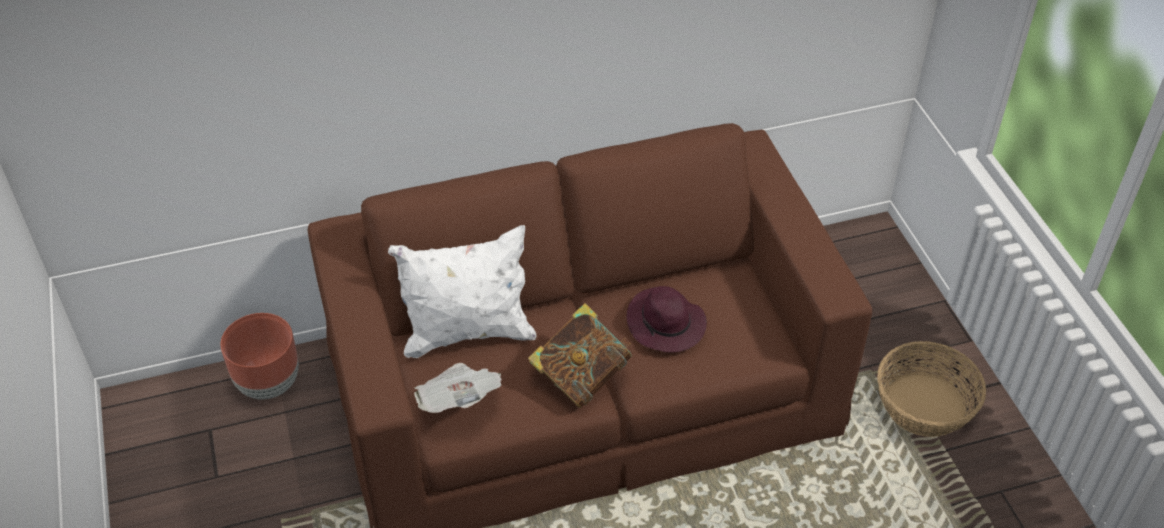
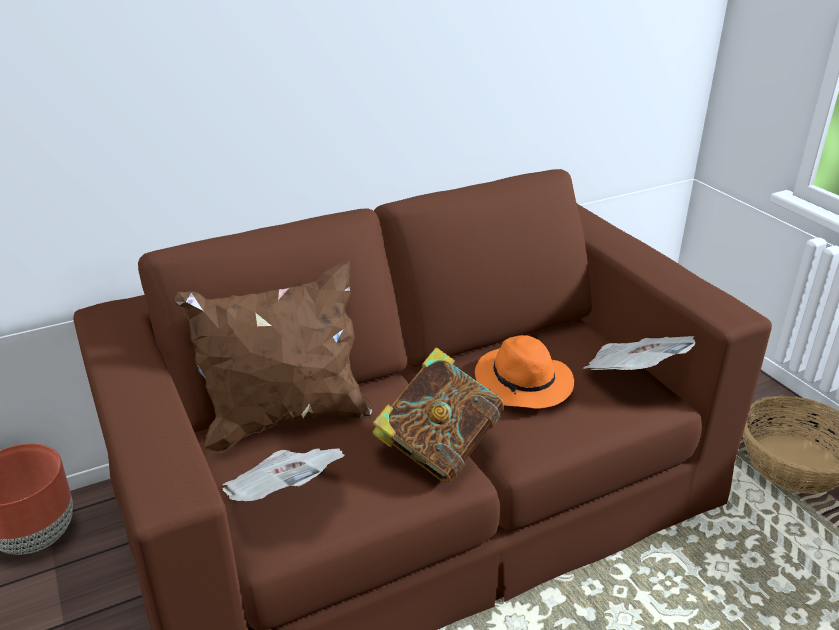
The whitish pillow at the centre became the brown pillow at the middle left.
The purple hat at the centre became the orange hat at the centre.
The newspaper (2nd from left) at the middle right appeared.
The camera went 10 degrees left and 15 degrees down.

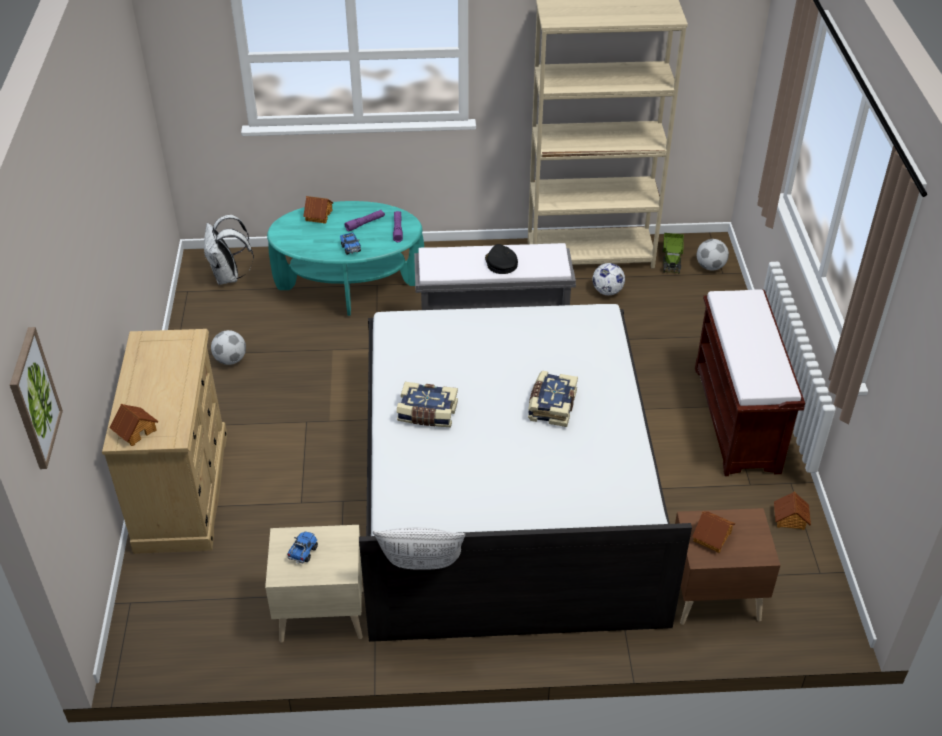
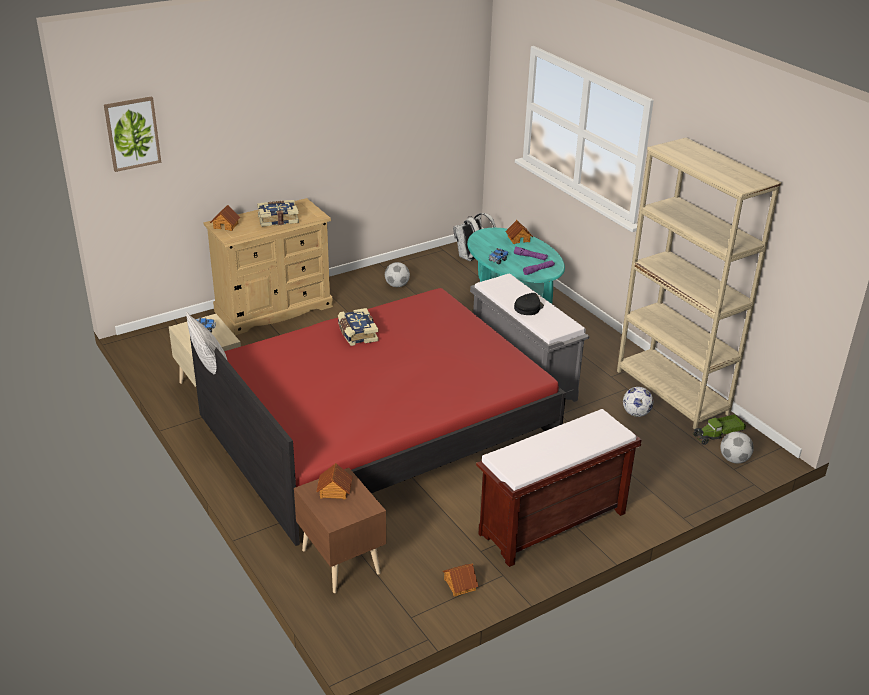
The whitish bed at the centre became the red bed at the centre.
The book (2nd from left in the first image) moved from the centre to the top left.
The camera went 60 degrees right and 10 degrees down.

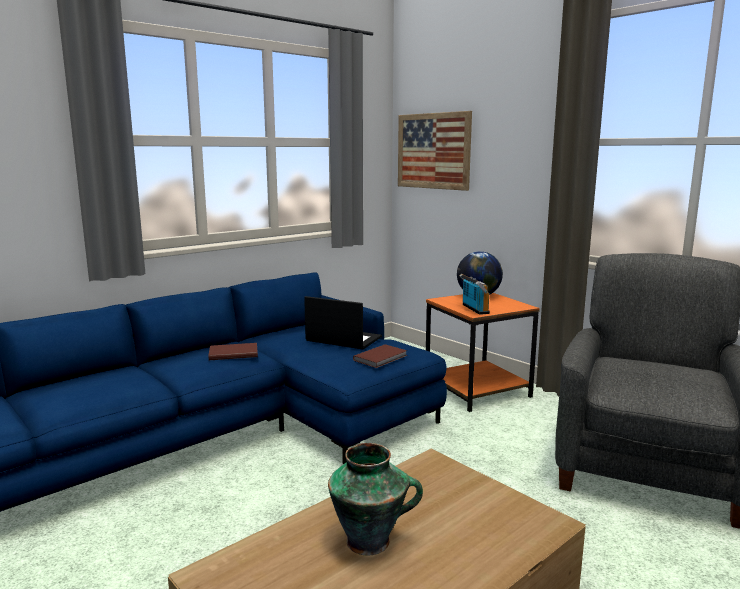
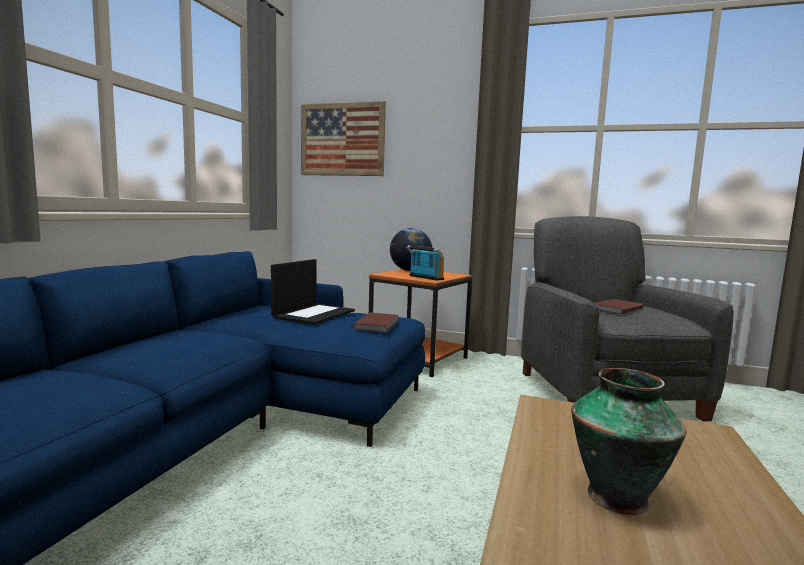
The laptop at the centre turned 120 degrees clockwise.
The brown book (1st from left in the first image) moved from the middle left to the middle right.
The camera went 30 degrees left and 5 degrees down.

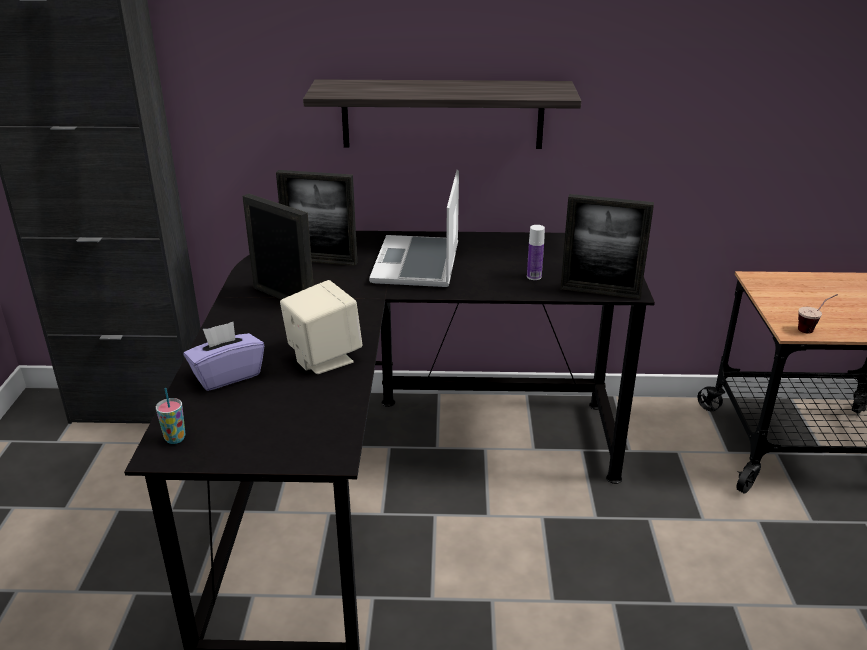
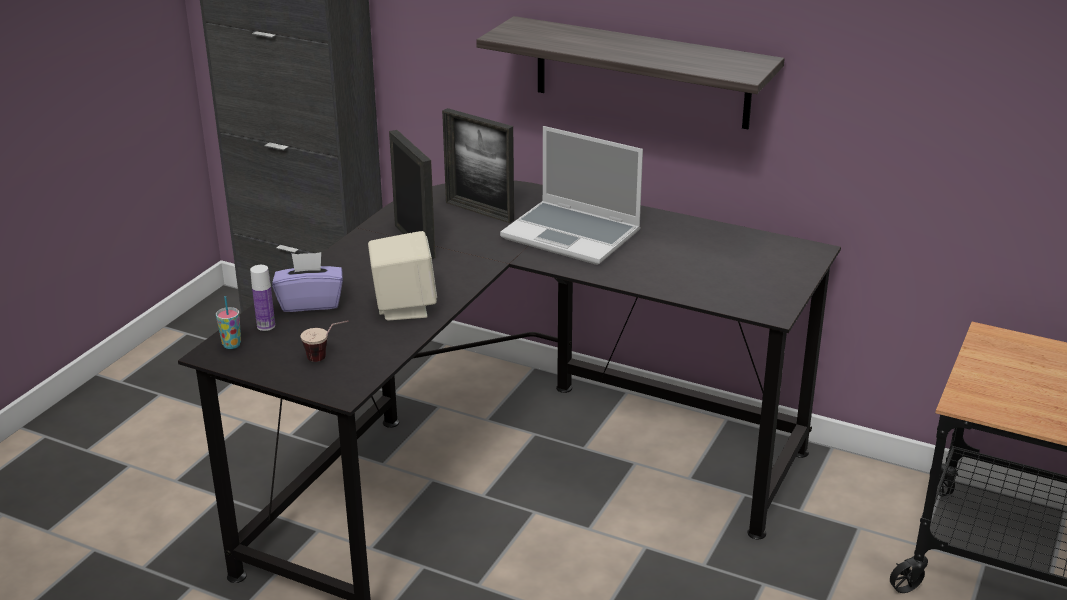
The beverage bottle moved from the centre to the middle left.
The cup (2nd from left) moved from the middle right to the middle left.
The laptop at the centre turned 90 degrees counterclockwise.
The standing frame (3rd from left) at the middle right disappeared.
The camera went 25 degrees right and 0 degrees up.

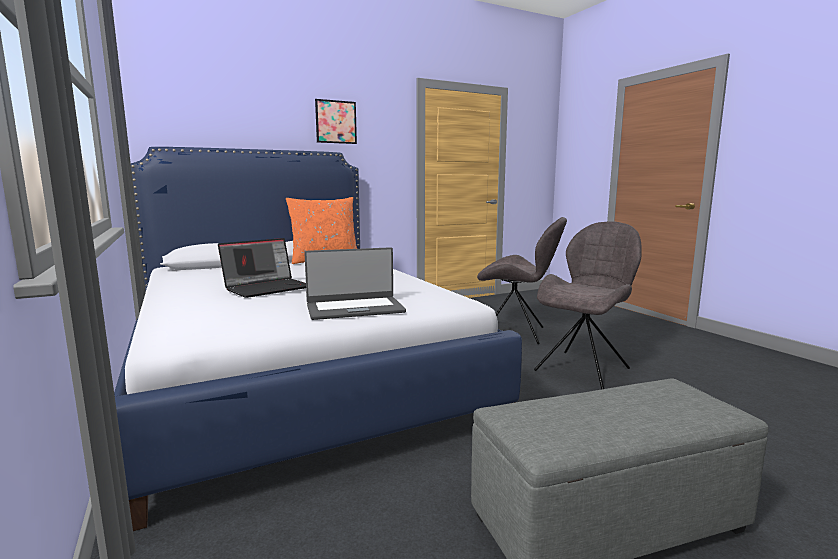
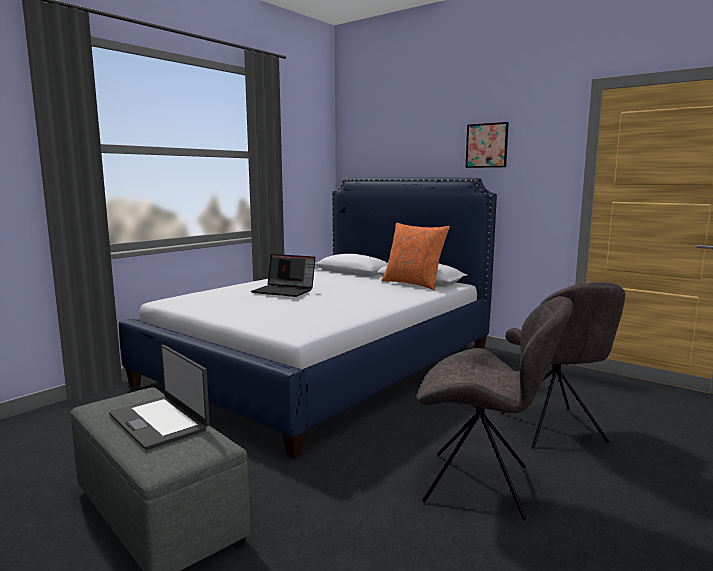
The laptop (2nd from left in the first image) moved from the centre to the bottom left.
The camera went 65 degrees right and 0 degrees up.

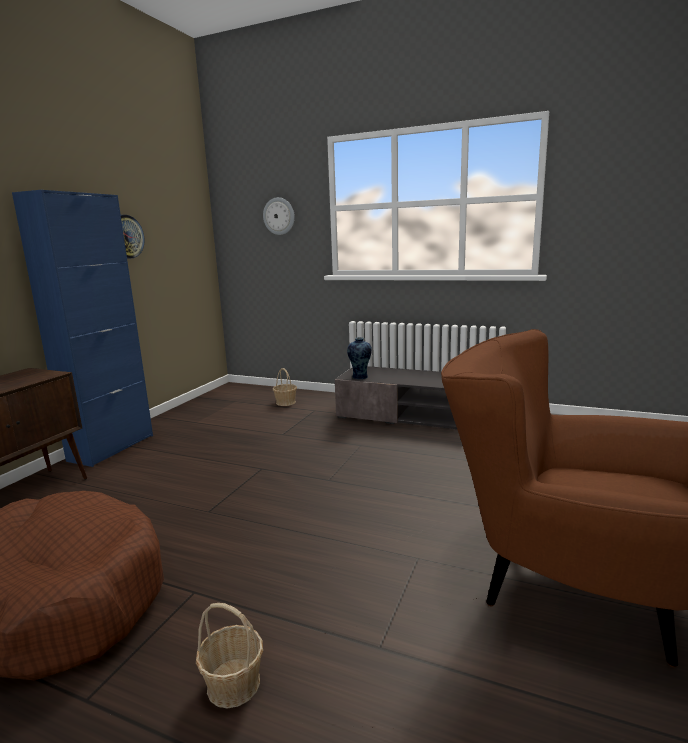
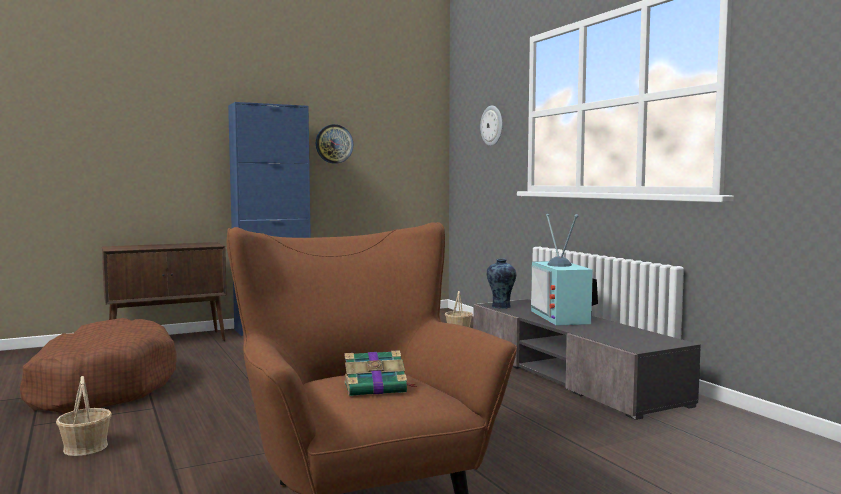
The book at the bottom centre appeared.
The TV set at the middle right appeared.
The camera went 40 degrees right and 10 degrees down.

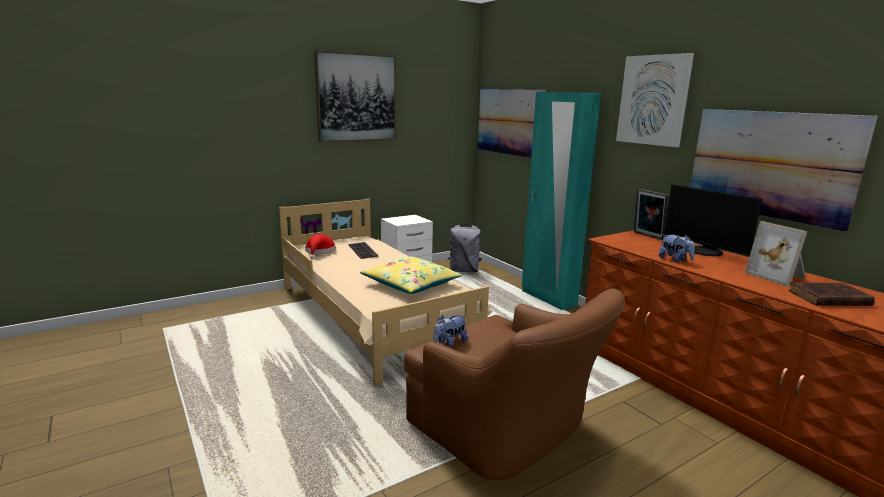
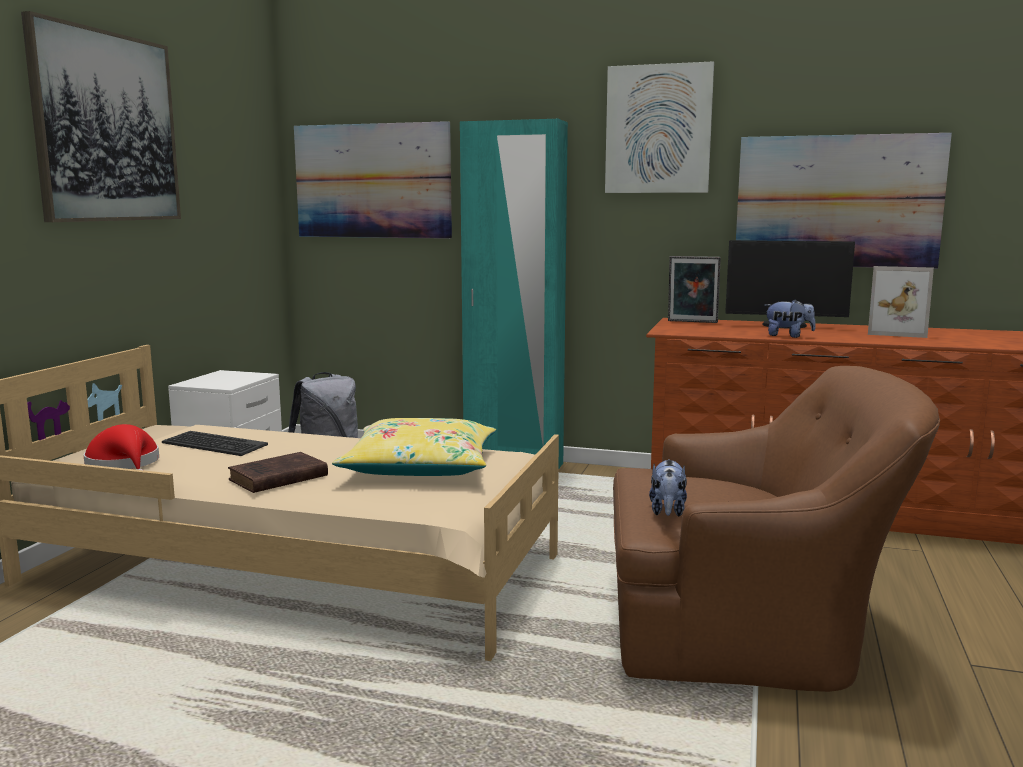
The brown book moved from the middle right to the middle left.
The camera went 40 degrees left and 5 degrees down.

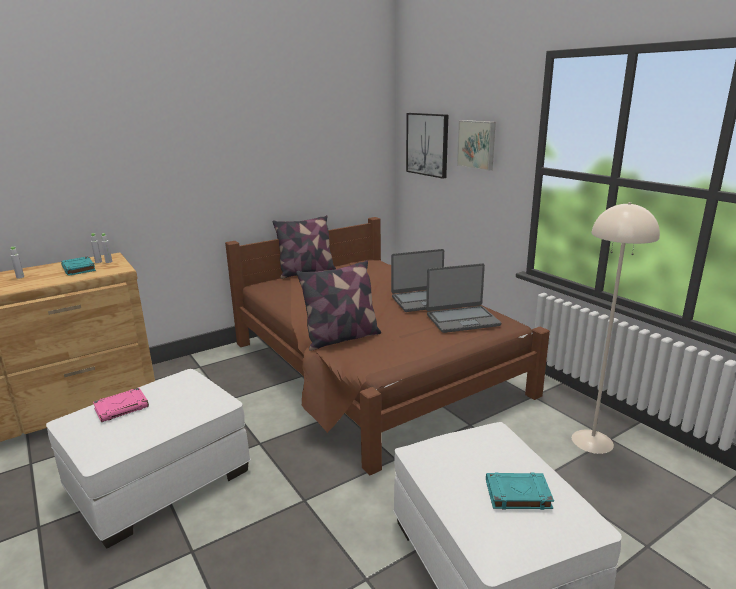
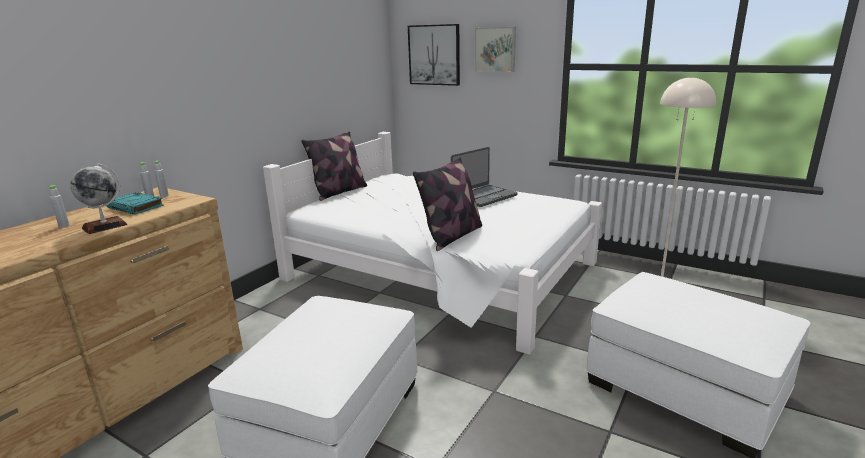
The desk globe at the middle left appeared.
The brown bed at the centre became the whitish bed at the centre.
The pink book at the bottom left disappeared.
The laptop (2nd from left) at the centre disappeared.
The blue-green book (2nd from left) at the bottom right disappeared.
The camera went 25 degrees left and 0 degrees up.

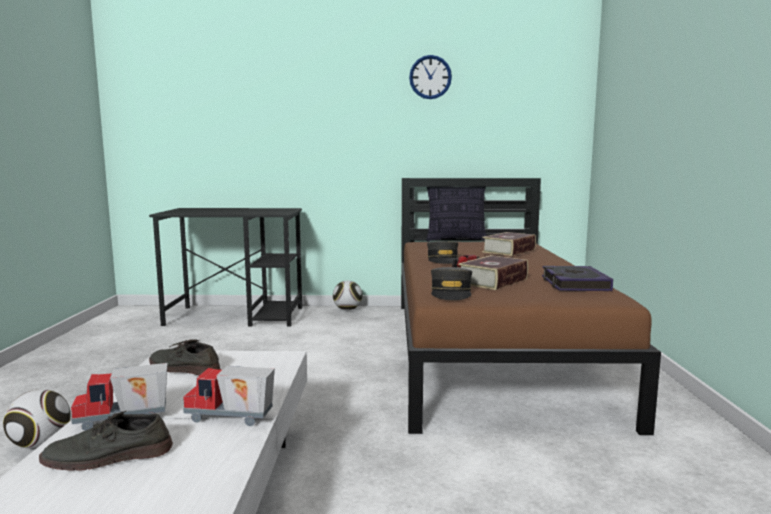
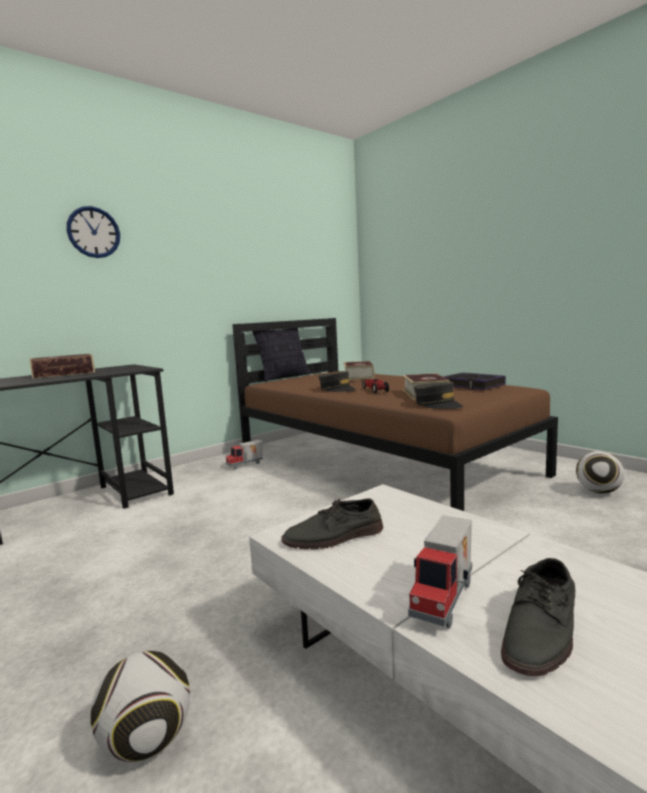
The book (1st from left) at the middle left appeared.
The wall clock moved from the top centre to the top left.
The toy truck (2nd from left in the first image) moved from the bottom left to the centre.
The football ball (2nd from left) moved from the centre to the middle right.
The camera went 40 degrees left and 0 degrees up.

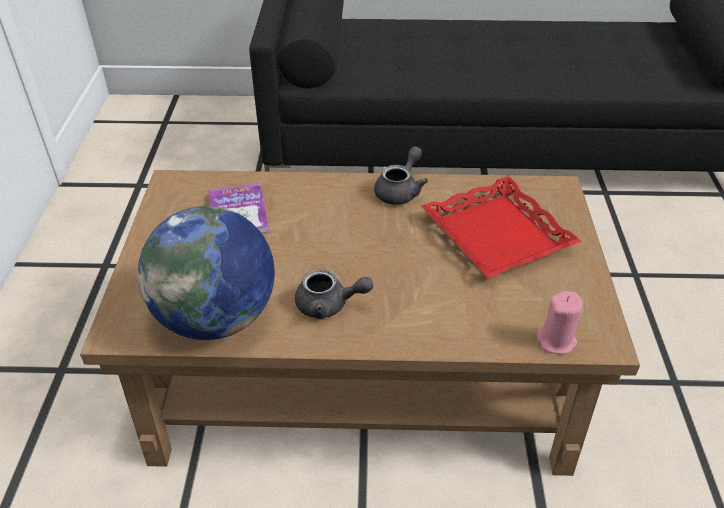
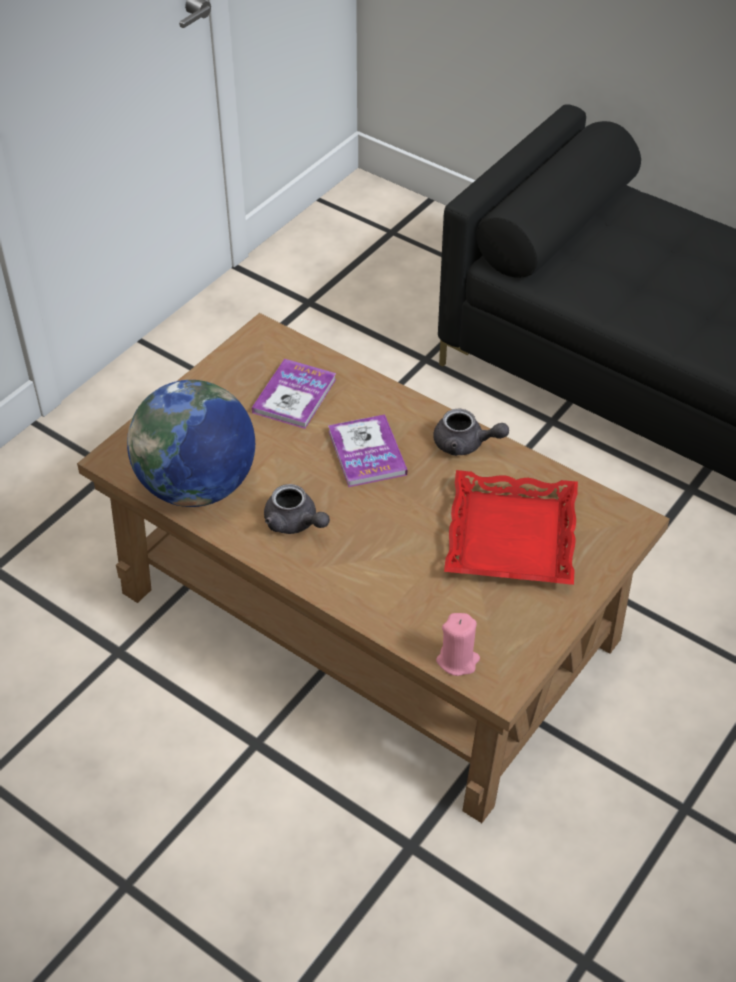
The book (2nd from left) at the centre appeared.
The greyish pot for tea (2nd from left) at the centre turned 45 degrees clockwise.
The camera went 35 degrees right and 5 degrees up.

